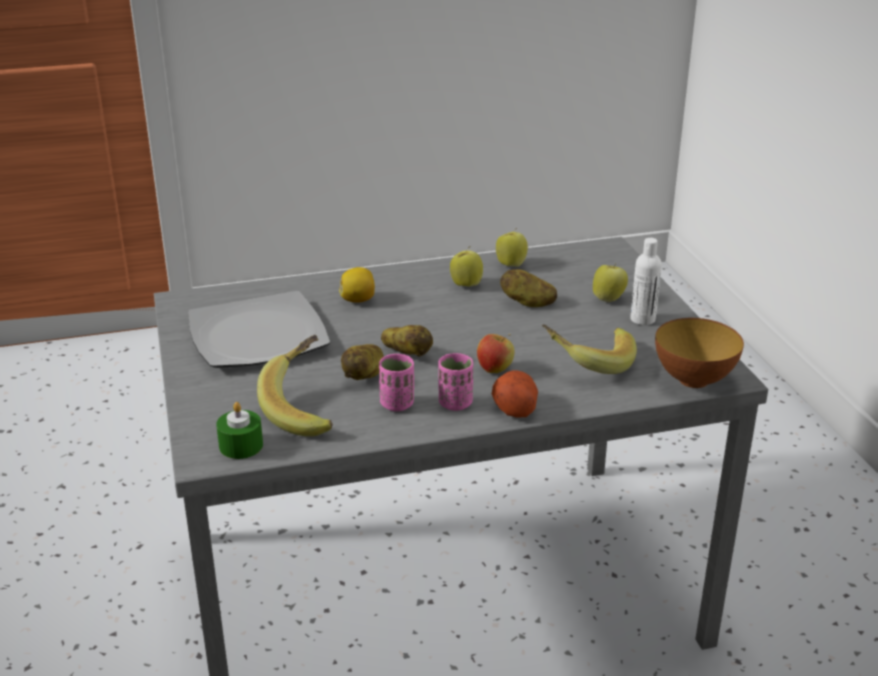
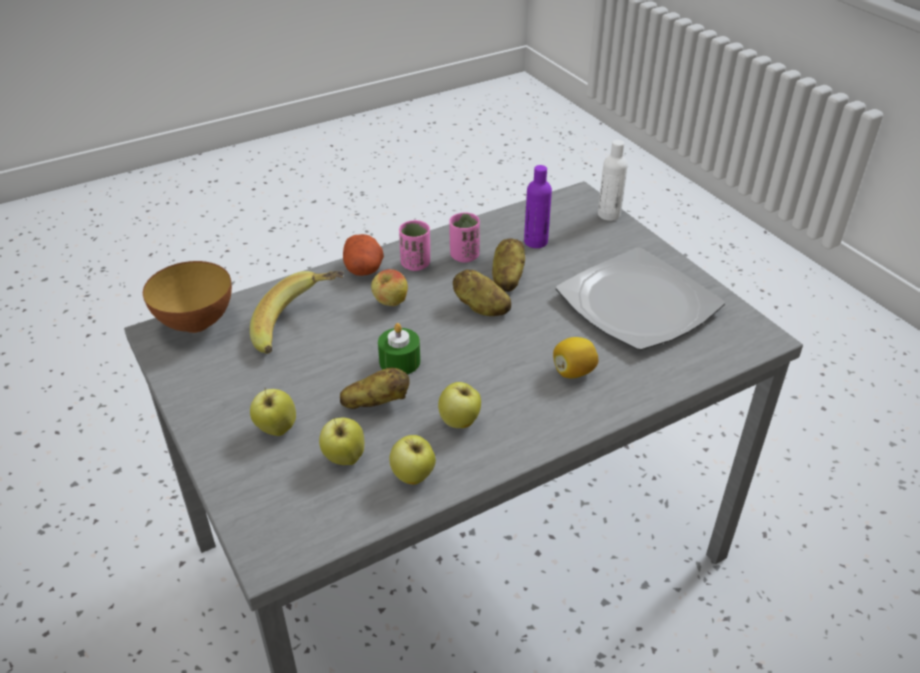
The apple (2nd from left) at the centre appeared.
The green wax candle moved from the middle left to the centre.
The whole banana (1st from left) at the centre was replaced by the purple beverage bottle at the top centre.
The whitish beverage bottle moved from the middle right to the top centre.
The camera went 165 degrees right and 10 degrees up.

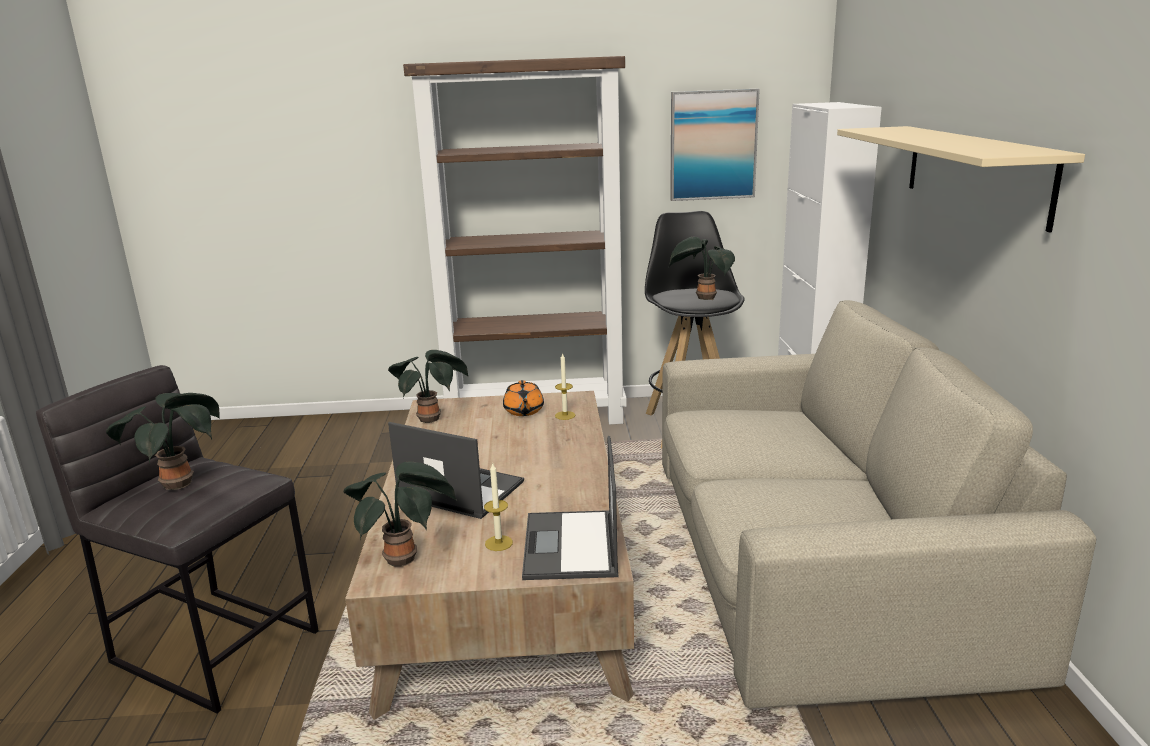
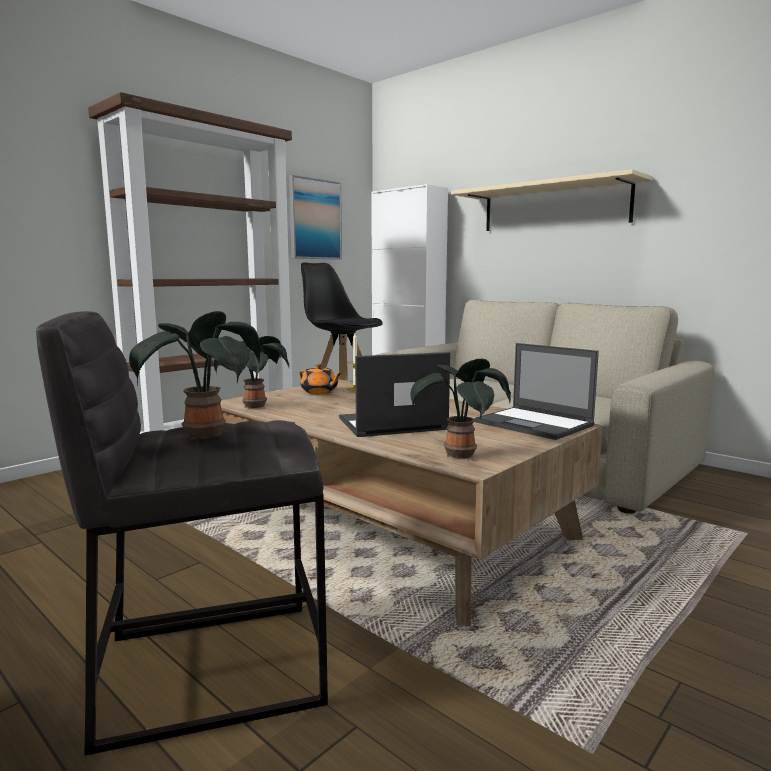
The wax candle (1st from left) at the bottom centre disappeared.
The potted plant (4th from left) at the centre disappeared.
The camera went 45 degrees left and 10 degrees down.

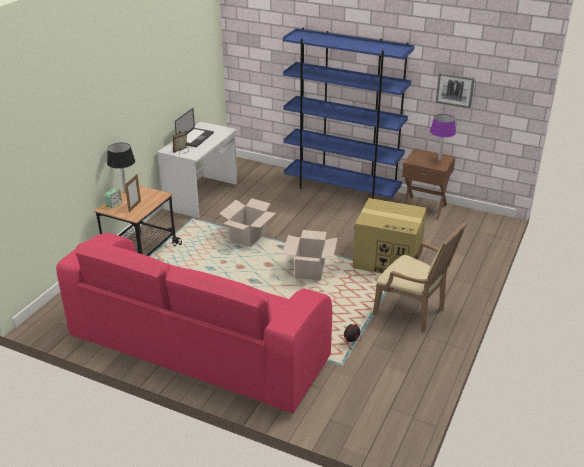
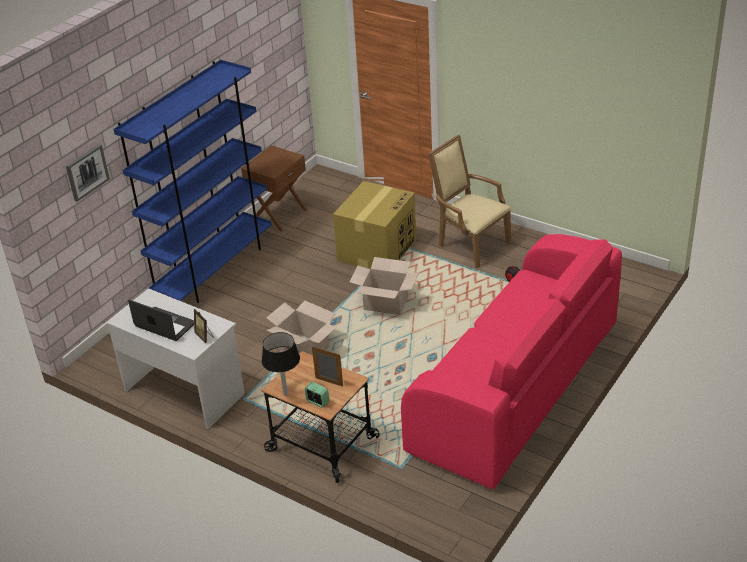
The wall art moved from the top right to the top left.
The sand-coloured lounge chair at the middle right turned 90 degrees counterclockwise.
The purple lamp for a table at the top right disappeared.
The camera went 80 degrees left and 5 degrees up.

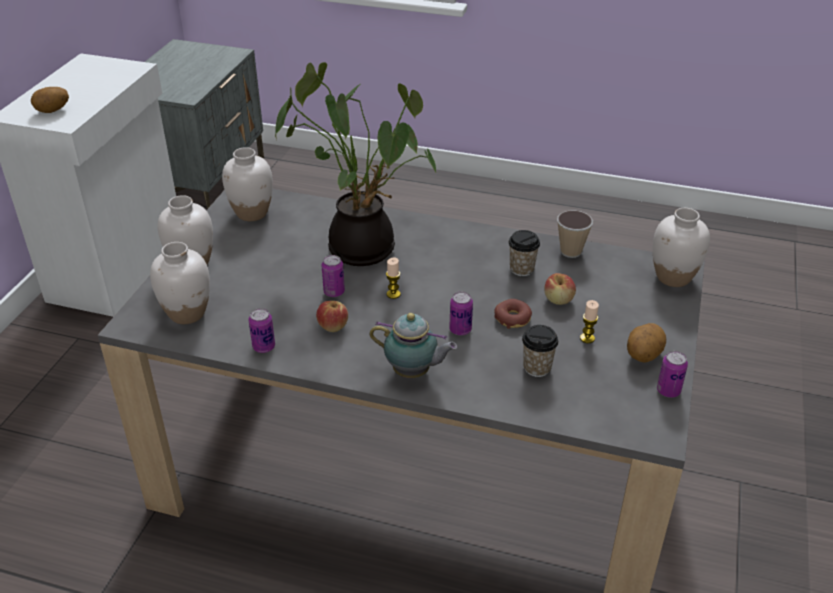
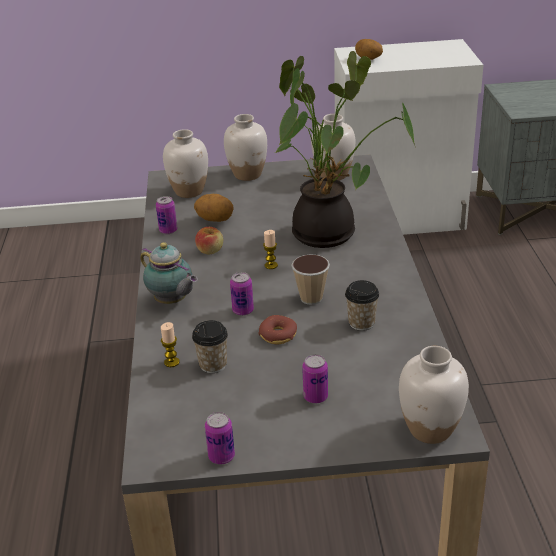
The pot for tea at the centre turned 45 degrees counterclockwise.
The wax candle (2nd from left in the first image) moved from the middle right to the middle left.
The whole potato (2nd from left in the first image) moved from the middle right to the centre.
The cup (3rd from left in the first image) moved from the middle right to the centre.
The can (2nd from left in the first image) moved from the centre to the bottom centre.
The apple (2nd from left) at the middle right disappeared.
The camera went 70 degrees right and 5 degrees down.

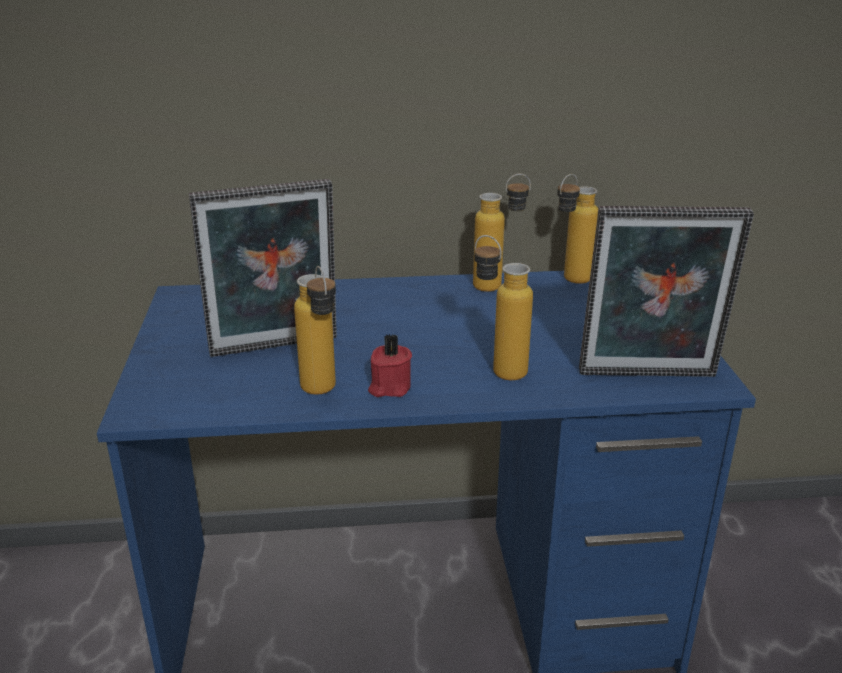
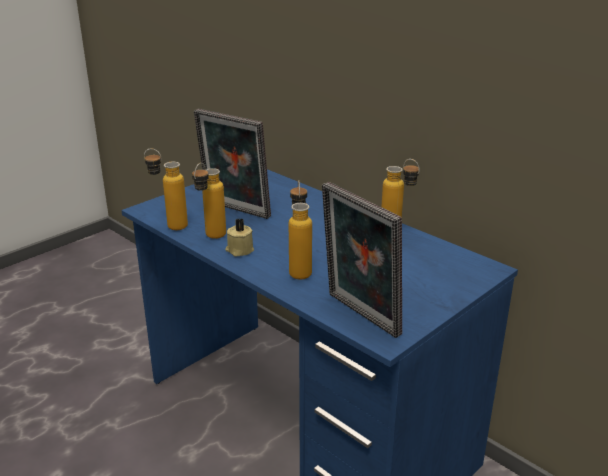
The beverage bottle (4th from left in the first image) moved from the middle right to the middle left.
The red wax candle at the centre became the sand-coloured wax candle at the centre.
The camera went 50 degrees right and 0 degrees up.

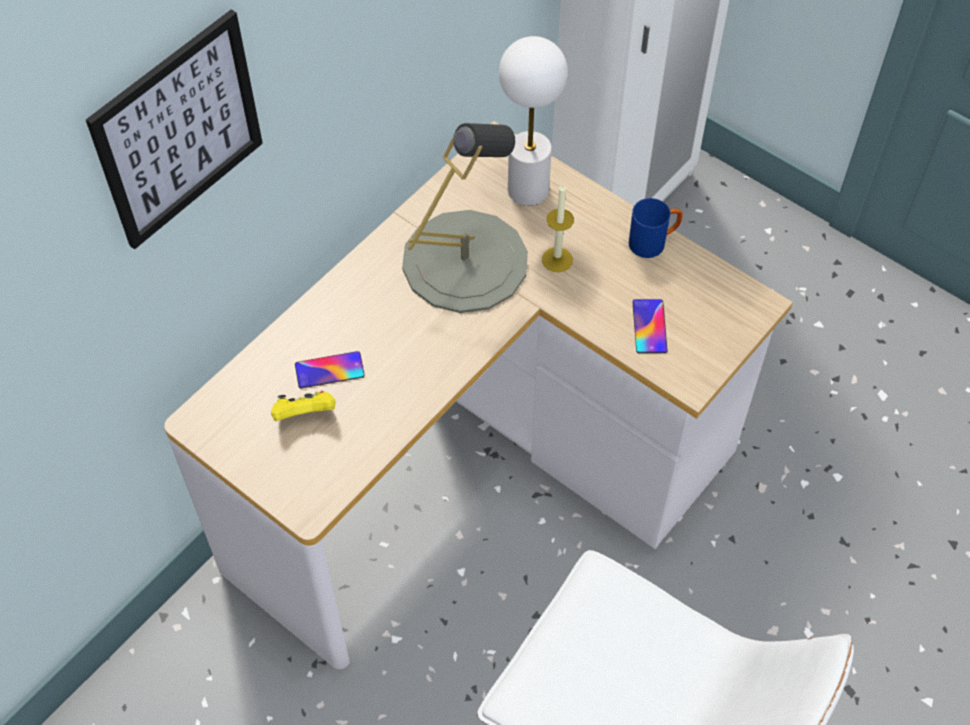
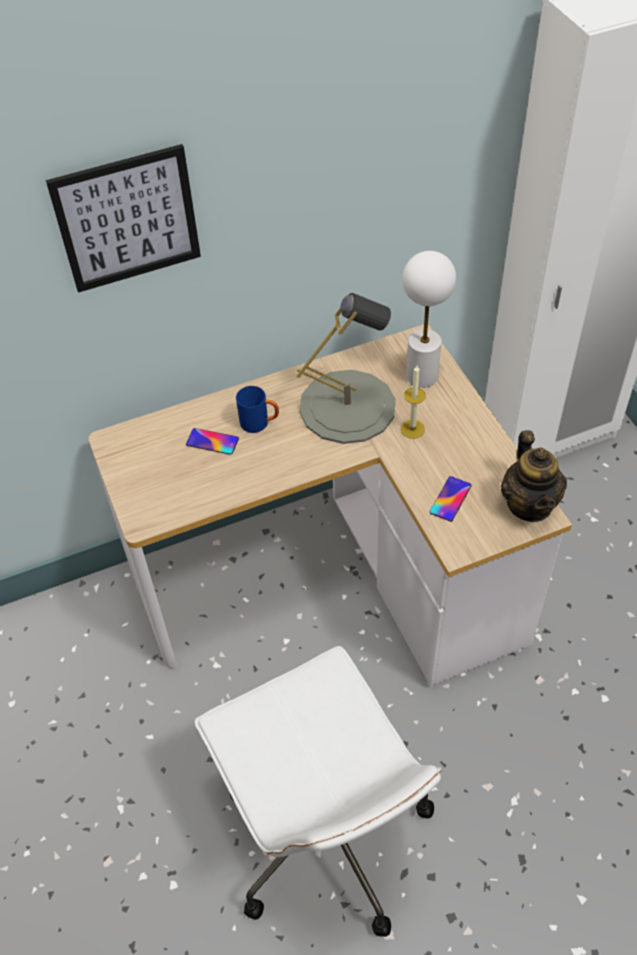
The blue-coloured mug moved from the top right to the centre.
The pot for tea at the middle right appeared.
The yellowish gamepad at the middle left disappeared.
The camera went 30 degrees right and 5 degrees down.

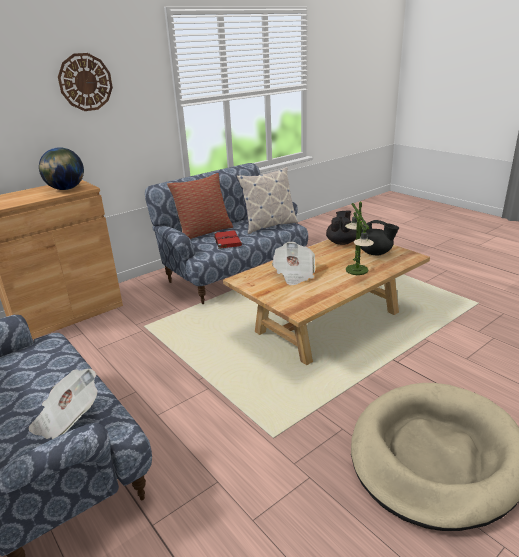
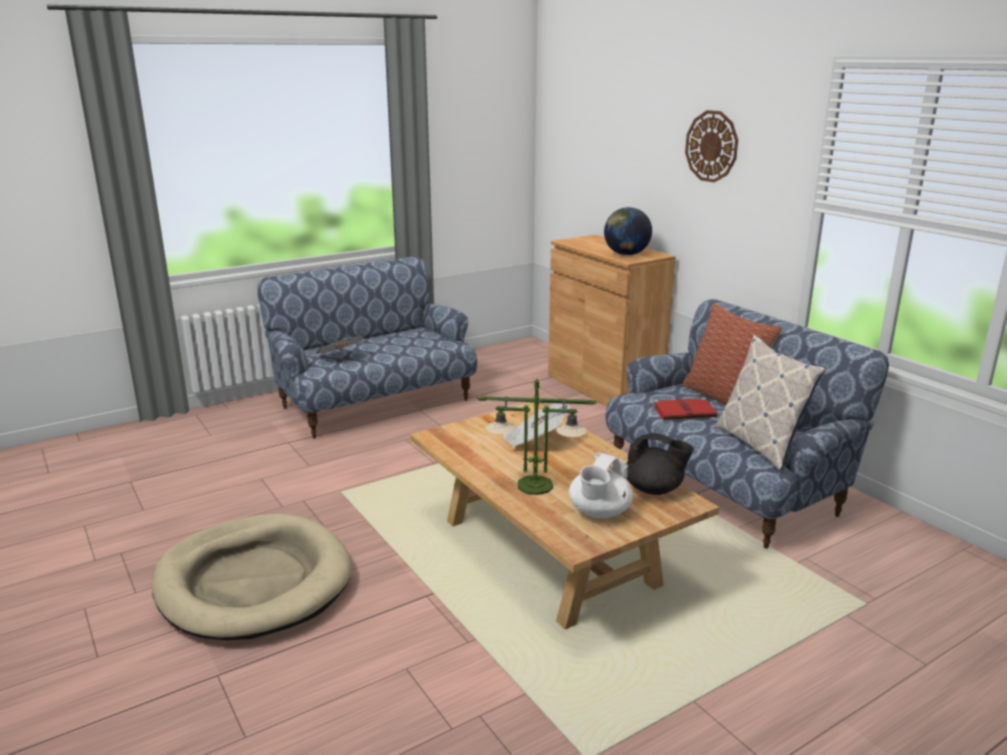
The blackish pot for tea (2nd from left) at the middle right became the whitish pot for tea at the centre.
The camera went 95 degrees right and 5 degrees down.

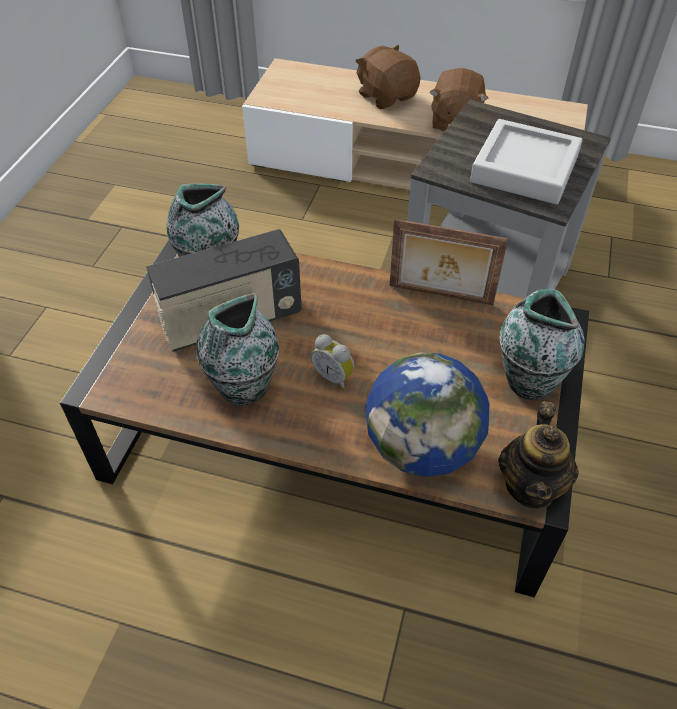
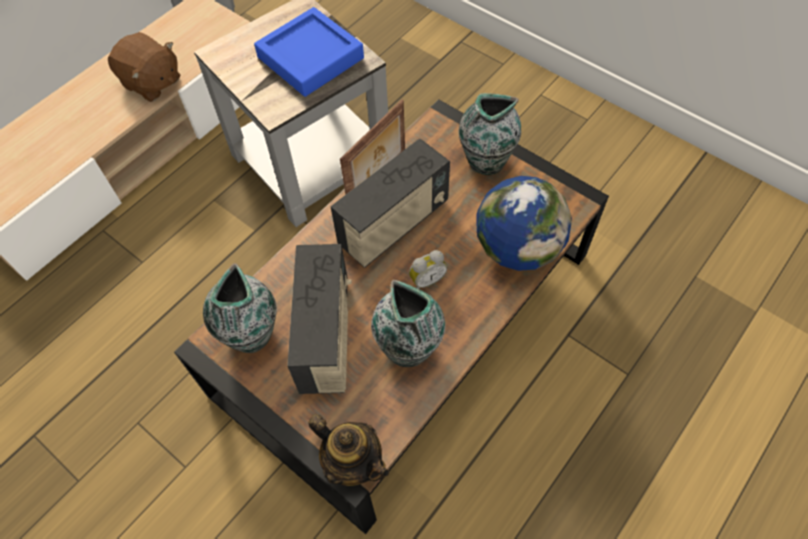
The greyish carrying tray at the top right became the blue-coloured carrying tray at the top centre.
The pot for tea moved from the middle right to the bottom centre.
The radio receiver (2nd from left) at the centre appeared.
The brown soft toy (1st from left) at the top centre disappeared.
The camera went 65 degrees left and 10 degrees up.

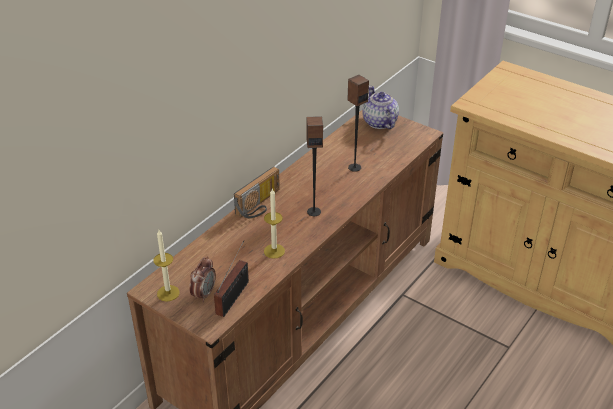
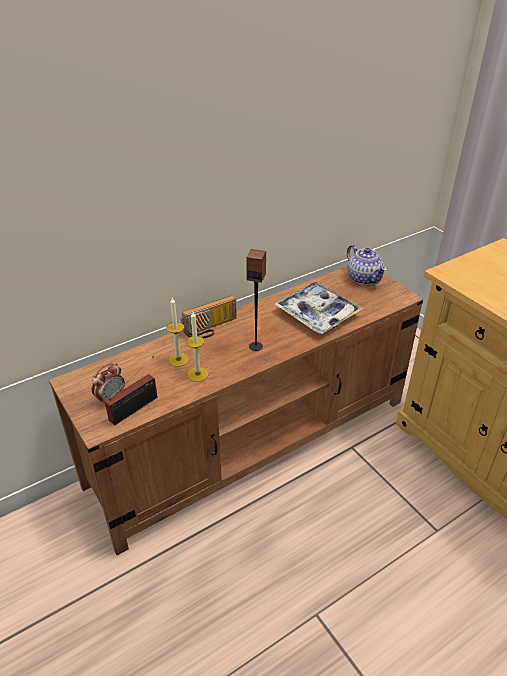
The wax candle (1st from left) moved from the middle left to the centre.
The loudspeaker (2nd from left) at the top centre was replaced by the carrying tray at the centre.
The pot for tea at the top centre turned 150 degrees clockwise.
The camera went 20 degrees right and 0 degrees up.

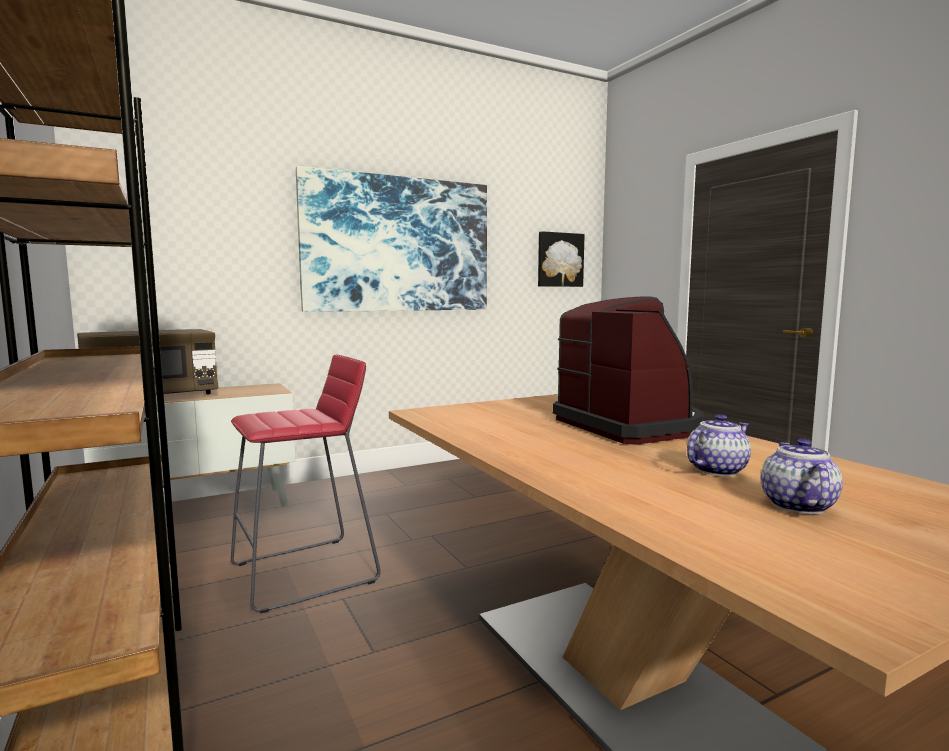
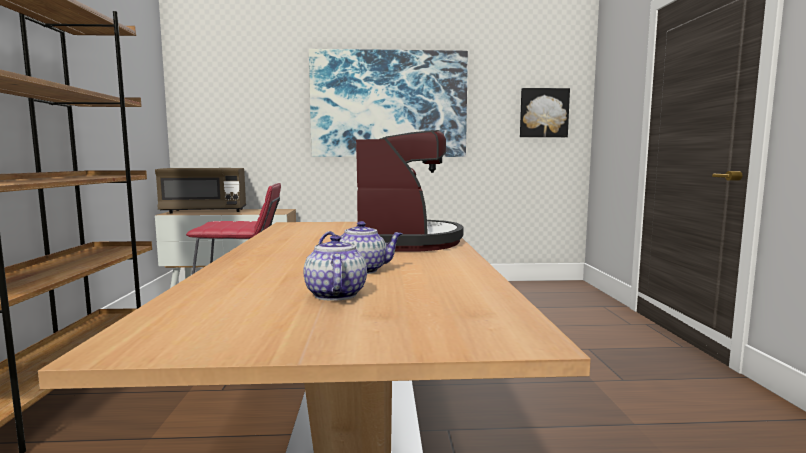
The pot for tea (2nd from left in the first image) at the middle right turned 45 degrees counterclockwise.
The camera went 25 degrees right and 0 degrees up.

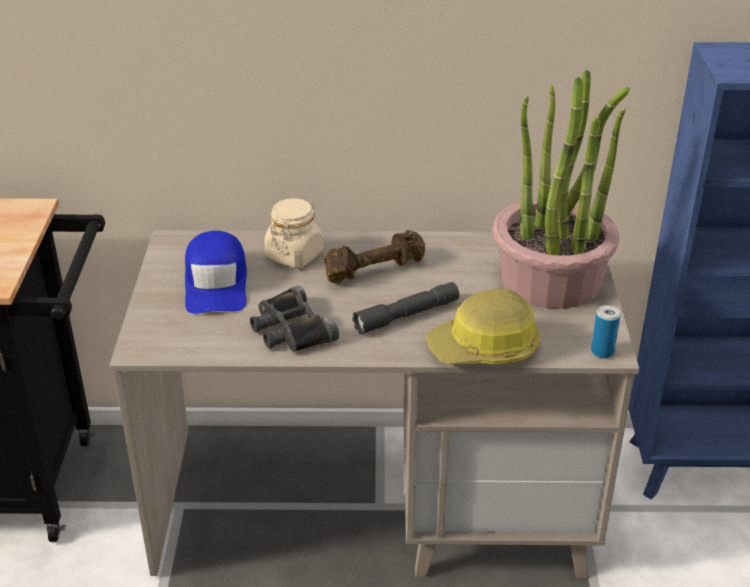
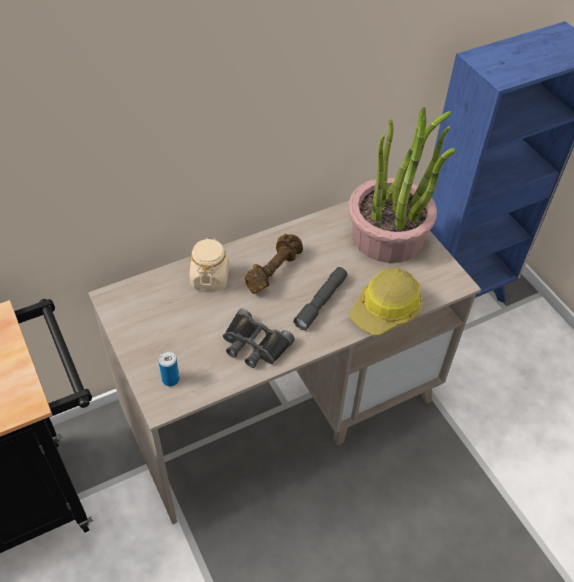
The can moved from the middle right to the middle left.
The blue-coloured cap at the middle left disappeared.
The camera went 30 degrees left and 15 degrees up.

